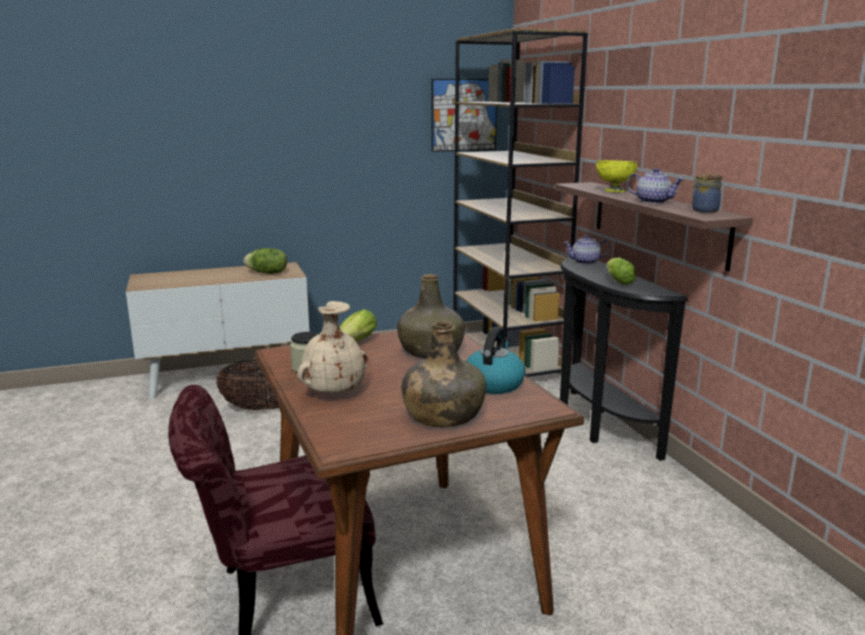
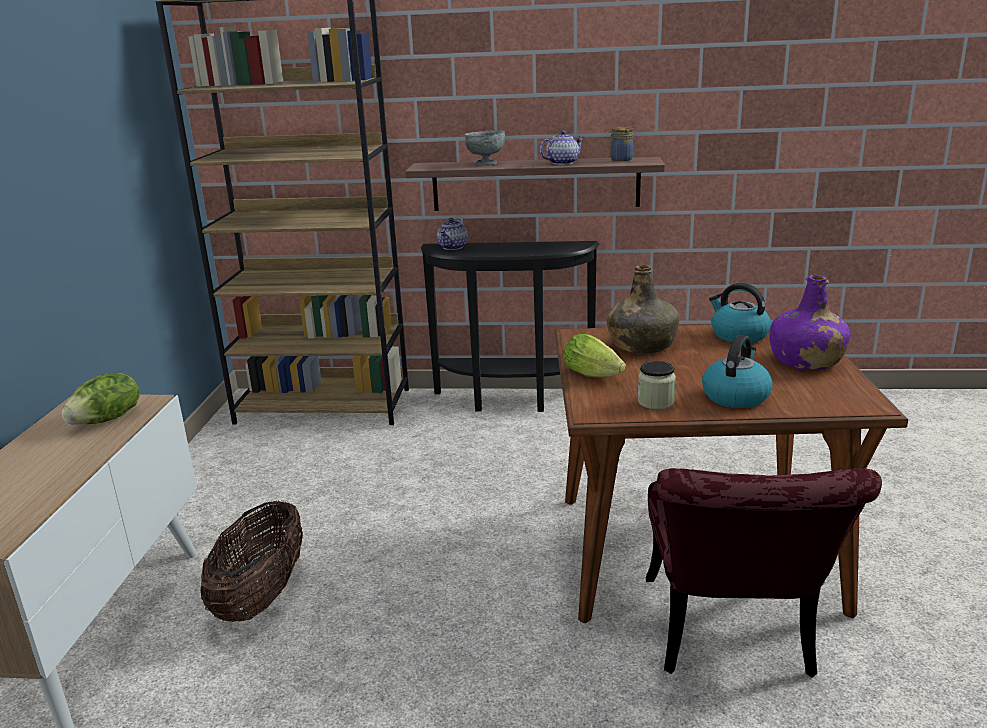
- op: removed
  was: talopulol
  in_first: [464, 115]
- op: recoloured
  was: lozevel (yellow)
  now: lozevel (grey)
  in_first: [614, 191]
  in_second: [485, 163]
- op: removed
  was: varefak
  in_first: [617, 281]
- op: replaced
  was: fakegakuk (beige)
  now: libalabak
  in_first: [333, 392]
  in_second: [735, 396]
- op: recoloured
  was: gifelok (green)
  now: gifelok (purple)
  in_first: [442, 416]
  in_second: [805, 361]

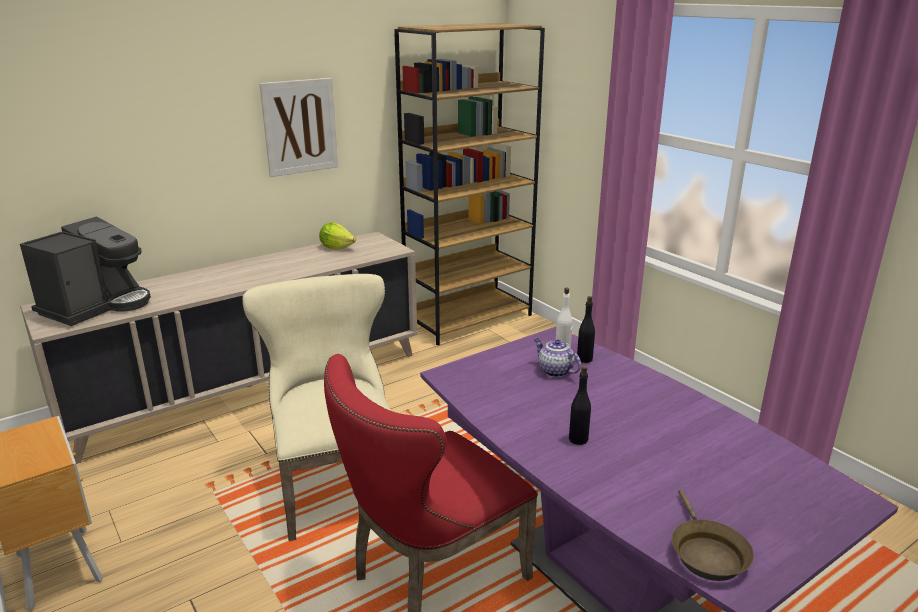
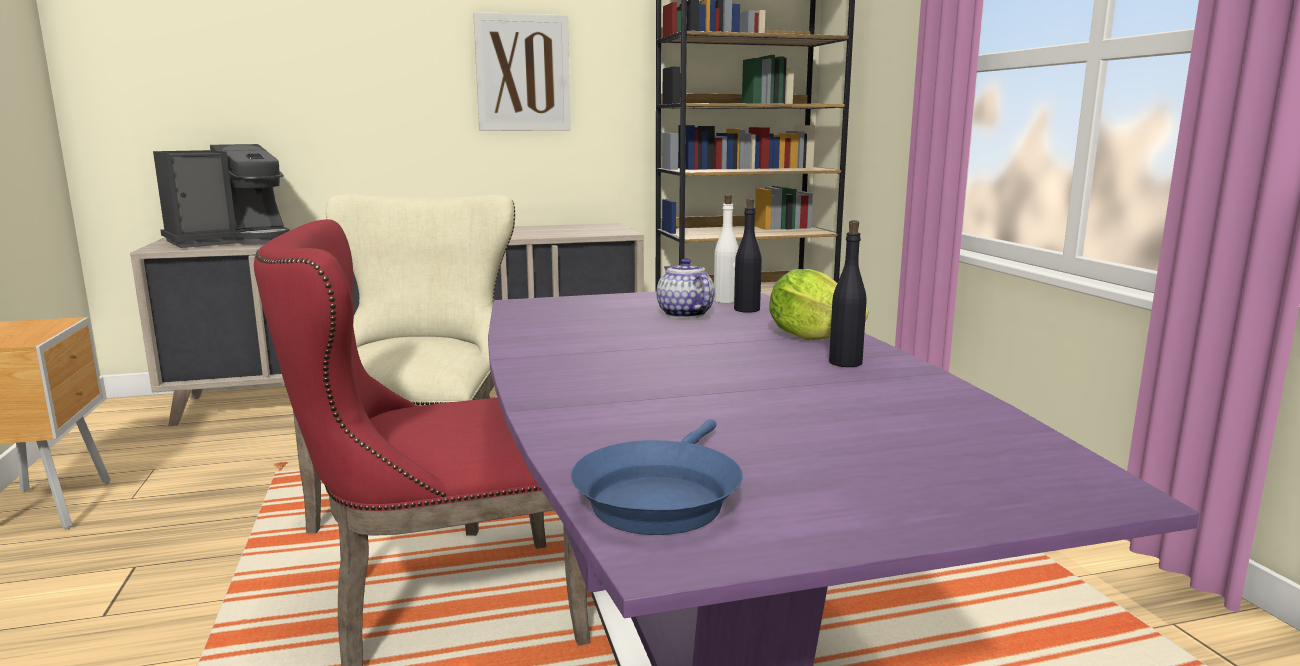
- op: moved
  was: varefak
  in_first: [337, 247]
  in_second: [811, 336]
- op: moved
  was: gifelok (black)
  in_first: [578, 439]
  in_second: [846, 362]
- op: recoloured
  was: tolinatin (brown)
  now: tolinatin (blue)
  in_first: [706, 553]
  in_second: [660, 498]

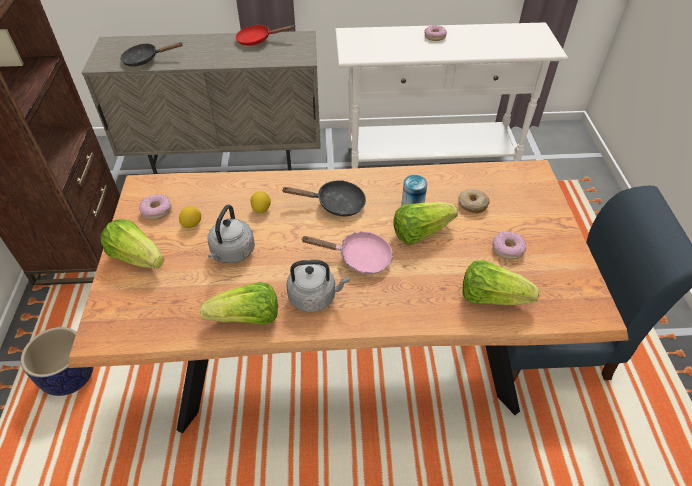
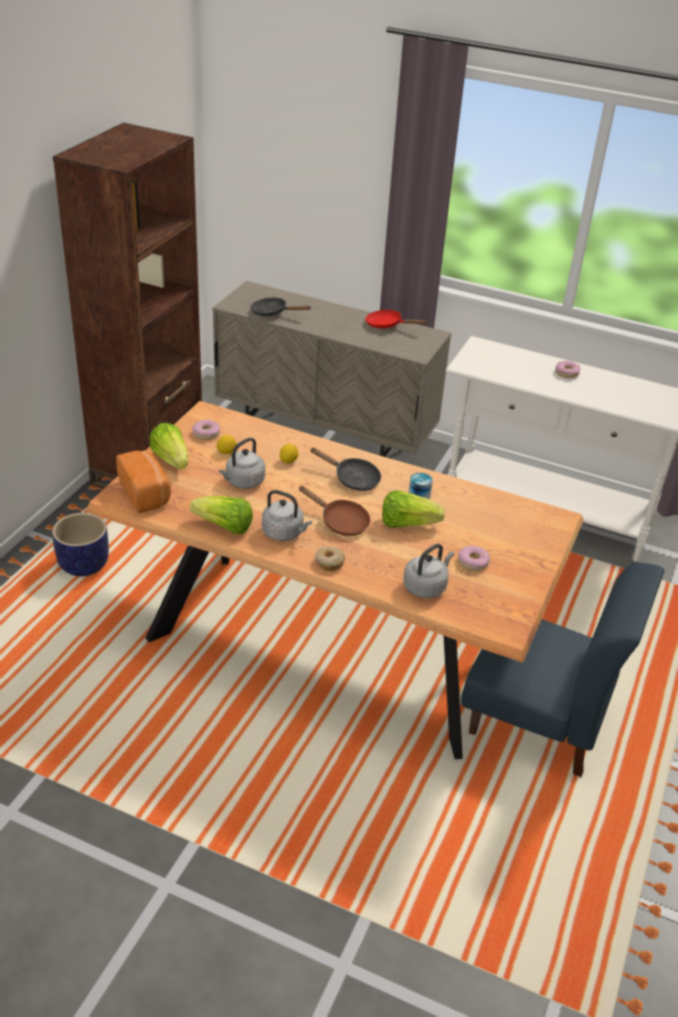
- op: moved
  was: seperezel
  in_first: [472, 205]
  in_second: [329, 562]
- op: recoloured
  was: tolinatin (pink)
  now: tolinatin (brown)
  in_first: [359, 258]
  in_second: [340, 522]
- op: replaced
  was: varefak
  now: libalabak (grey)
  in_first: [491, 297]
  in_second: [426, 586]
- op: added
  now: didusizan
  in_second: [146, 493]

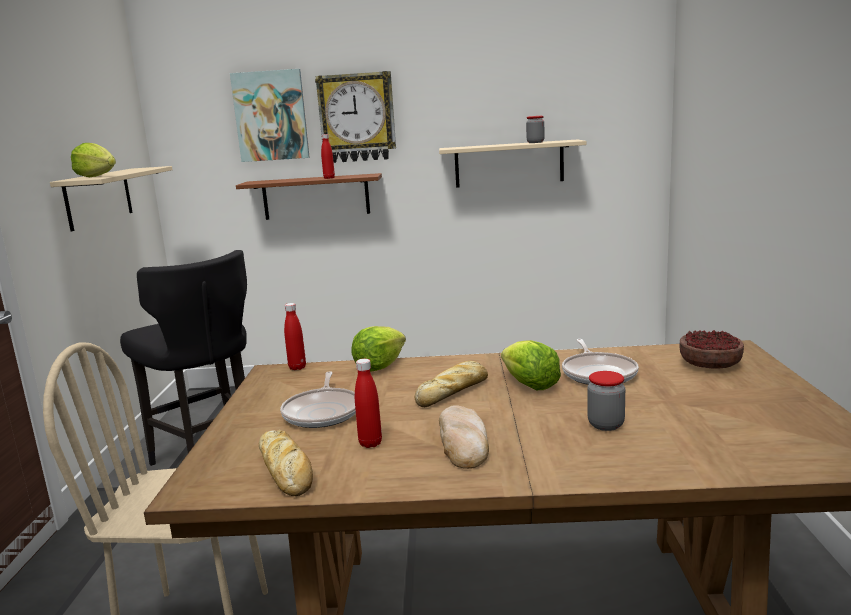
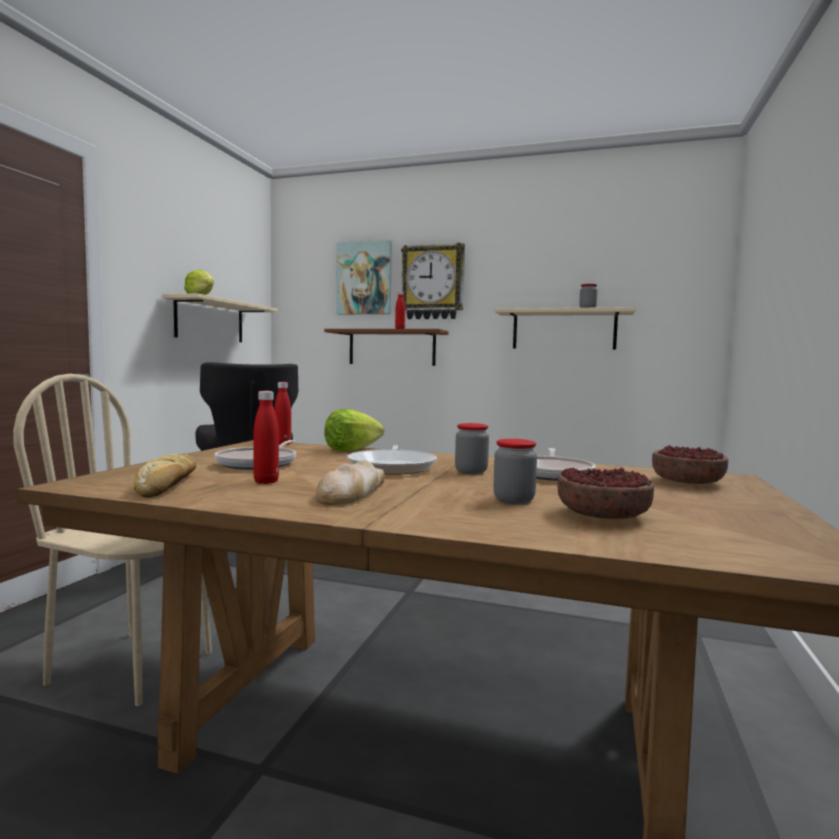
- op: replaced
  was: varefak
  now: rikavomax
  in_first: [529, 384]
  in_second: [471, 472]
- op: replaced
  was: didusizan
  now: tolinatin
  in_first: [453, 391]
  in_second: [392, 467]
- op: added
  now: lozevel
  in_second: [603, 515]

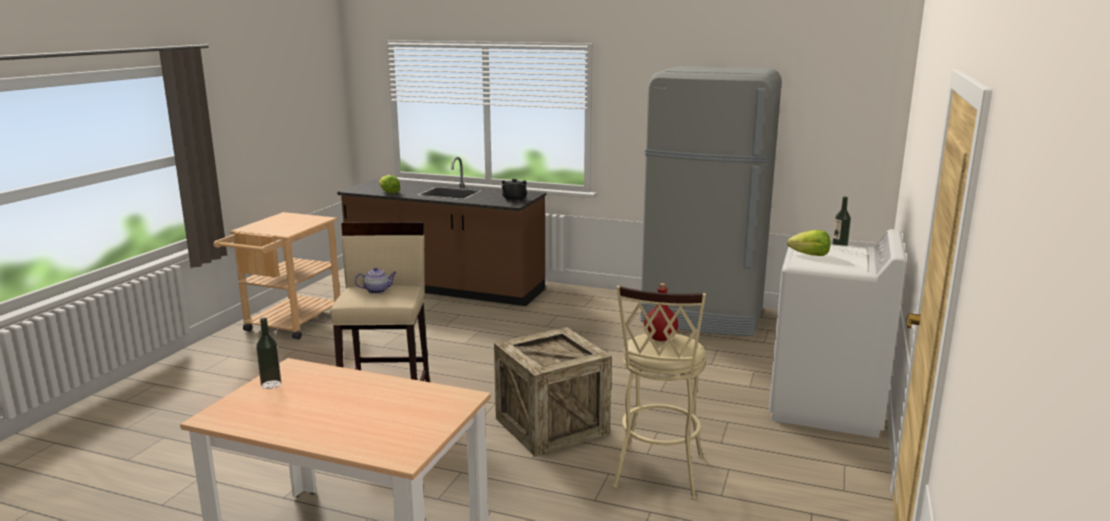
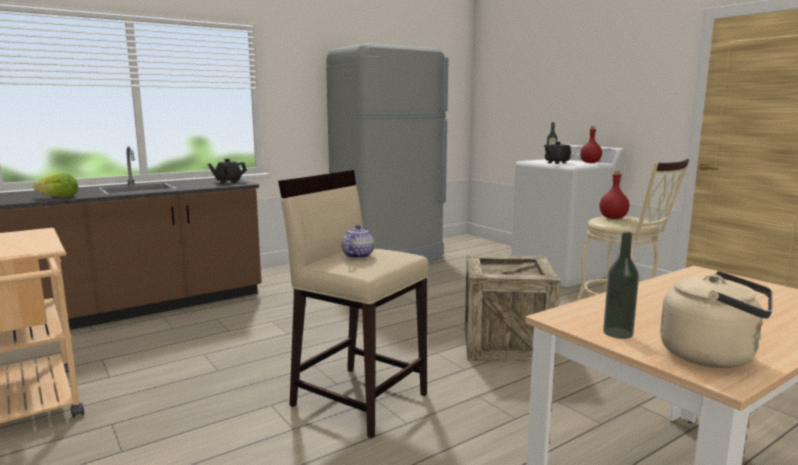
- op: replaced
  was: varefak
  now: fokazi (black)
  in_first: [810, 255]
  in_second: [556, 163]
- op: added
  now: gifelok (red)
  in_second: [590, 162]
- op: added
  now: libalabak (beige)
  in_second: [712, 356]

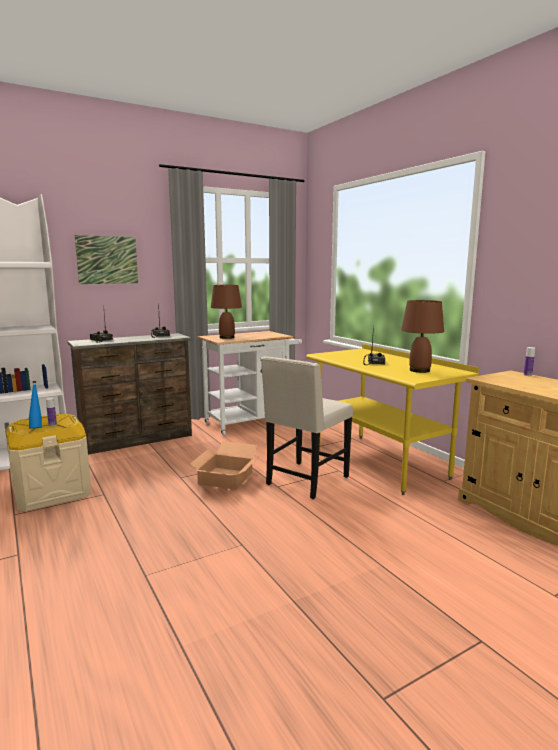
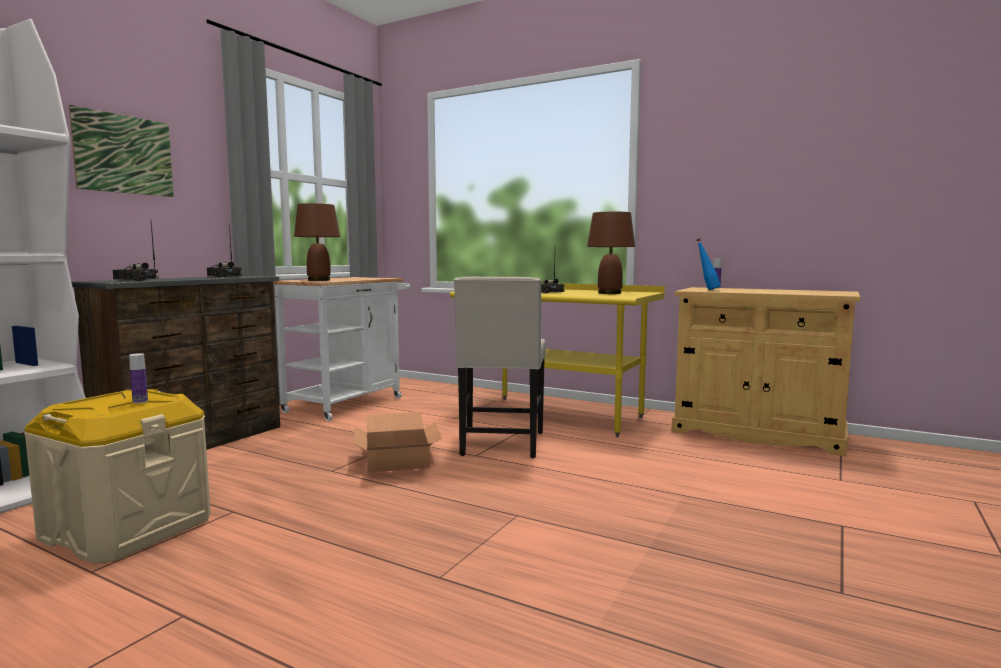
- op: moved
  was: gifelok (blue)
  in_first: [37, 427]
  in_second: [707, 290]

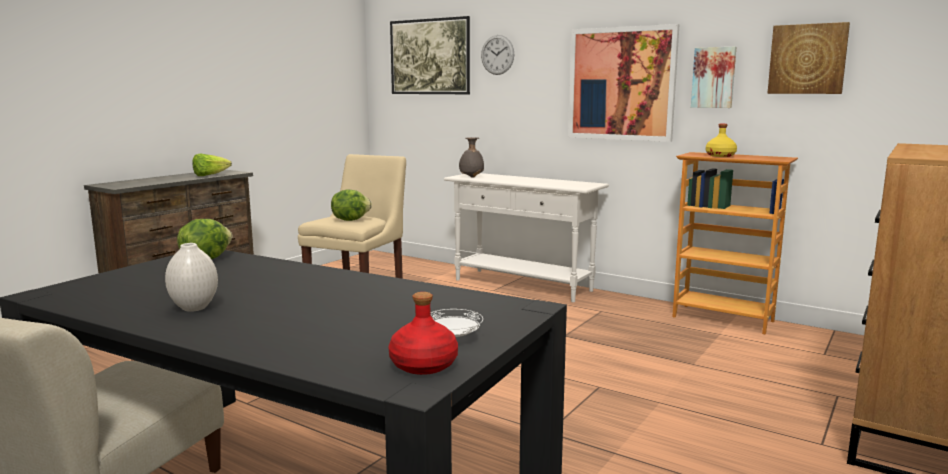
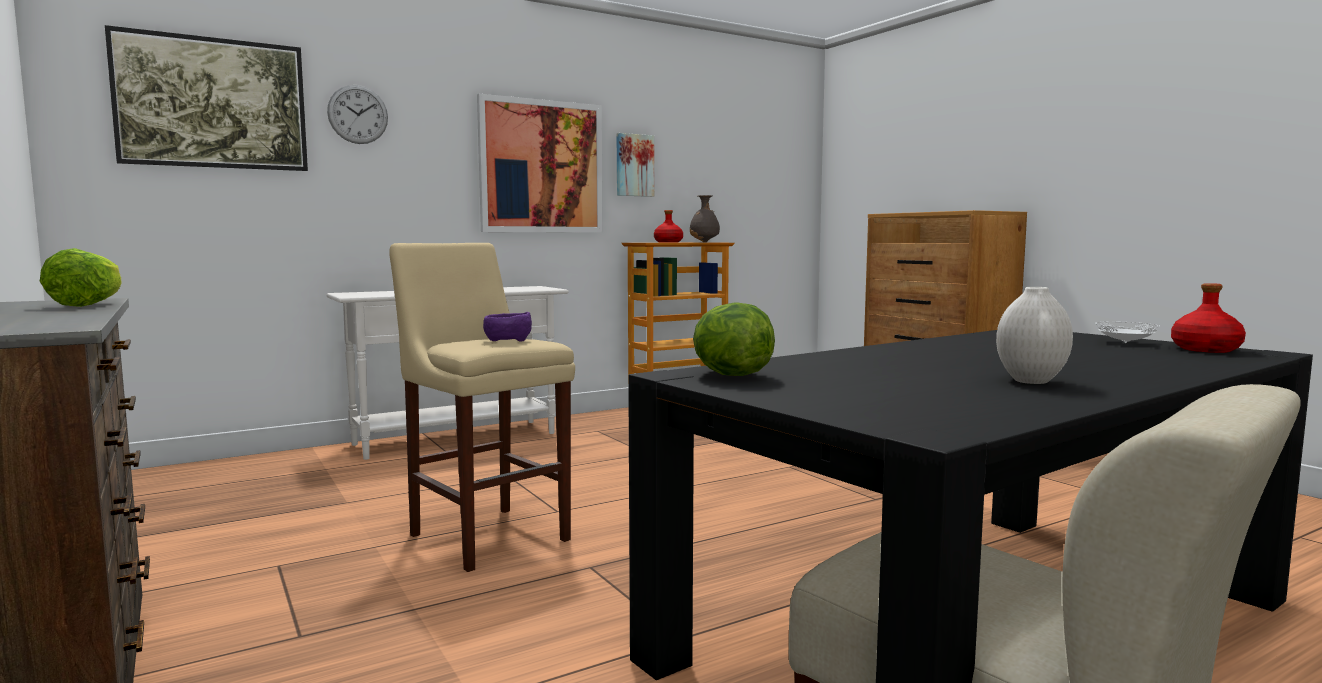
- op: removed
  was: talopulol
  in_first: [807, 59]
- op: recoloured
  was: gifelok (yellow)
  now: gifelok (red)
  in_first: [720, 156]
  in_second: [668, 242]
- op: moved
  was: fakegakuk (grey)
  in_first: [471, 177]
  in_second: [704, 242]
- op: replaced
  was: varefak
  now: lozevel (purple)
  in_first: [350, 220]
  in_second: [507, 340]

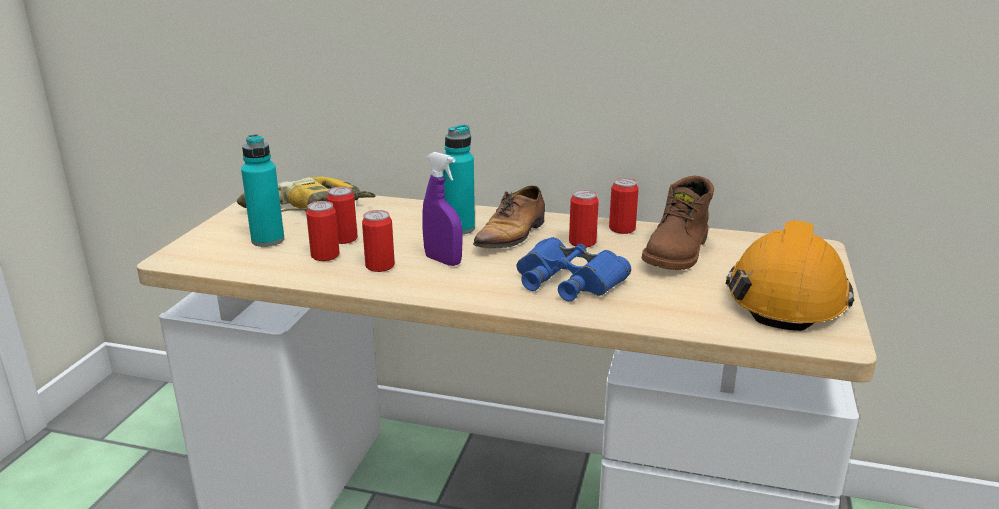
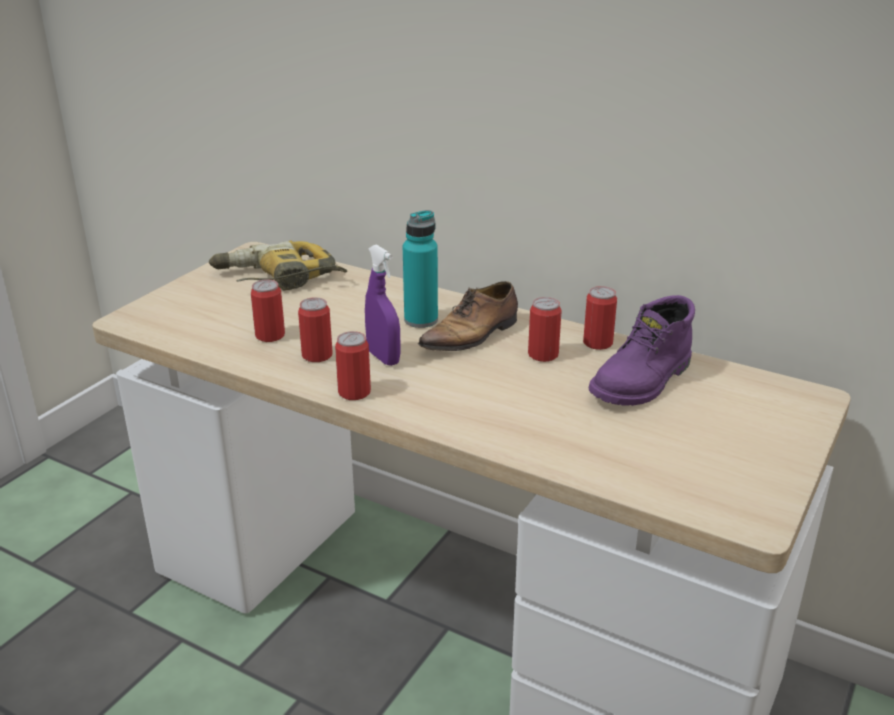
- op: removed
  was: gifelok (turquoise)
  in_first: [268, 240]
- op: recoloured
  was: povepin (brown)
  now: povepin (purple)
  in_first: [678, 253]
  in_second: [643, 382]
- op: moved
  was: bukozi
  in_first: [344, 239]
  in_second: [354, 392]
- op: removed
  was: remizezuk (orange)
  in_first: [786, 296]
- op: removed
  was: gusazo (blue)
  in_first: [568, 280]

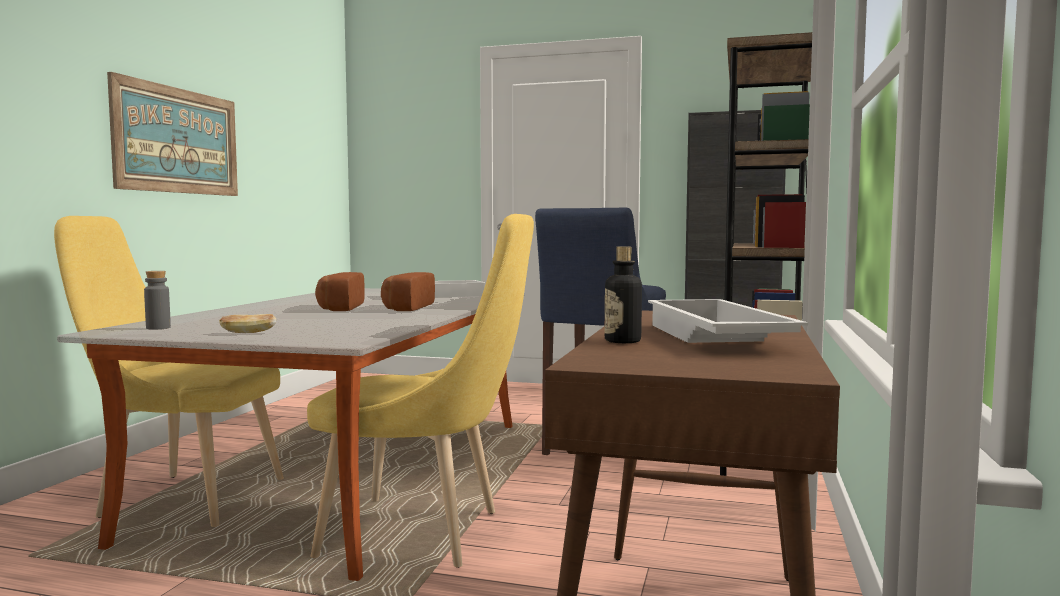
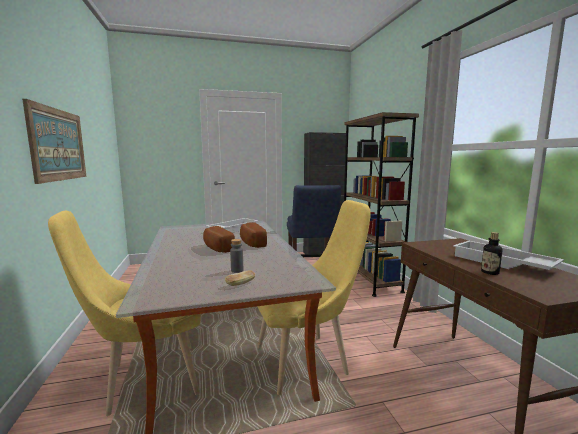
- op: moved
  was: gifelok (grey)
  in_first: [158, 328]
  in_second: [237, 270]

